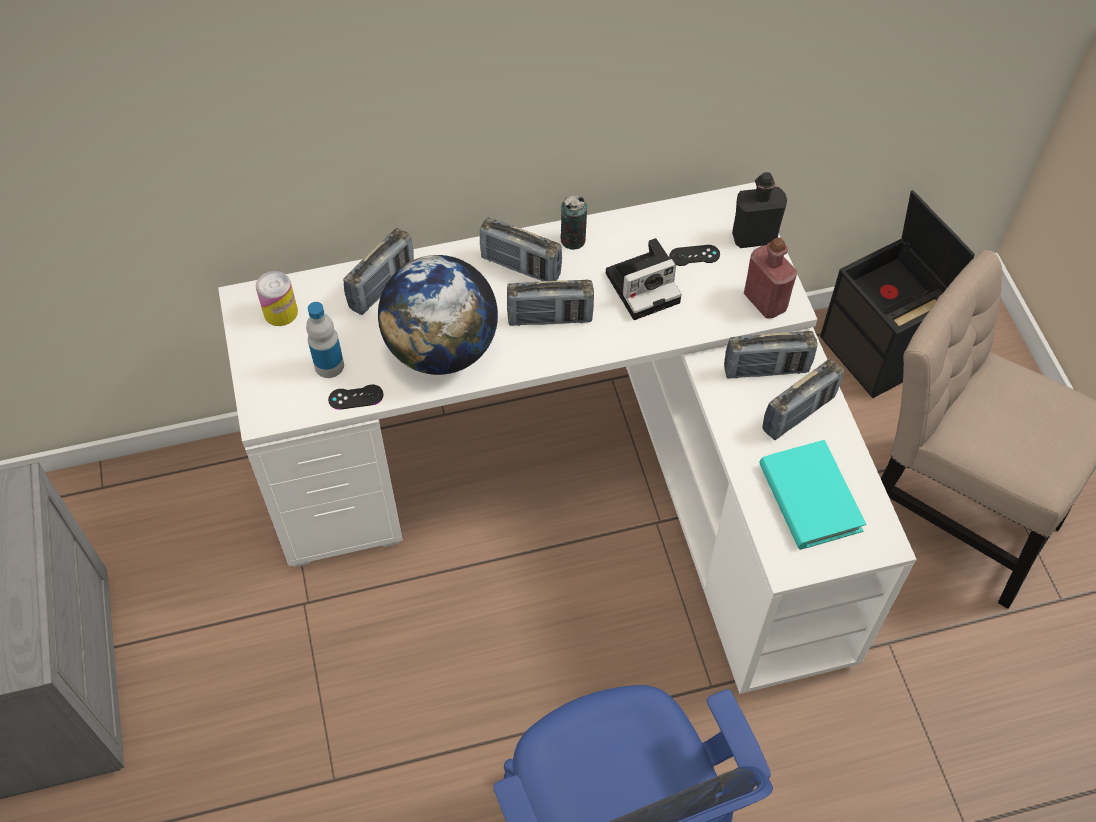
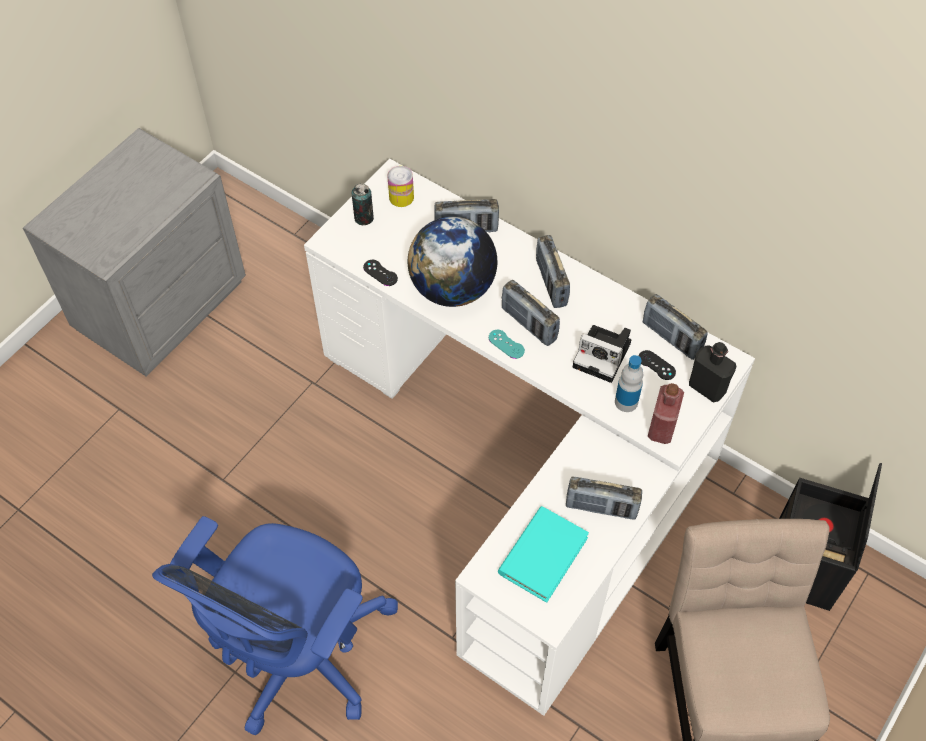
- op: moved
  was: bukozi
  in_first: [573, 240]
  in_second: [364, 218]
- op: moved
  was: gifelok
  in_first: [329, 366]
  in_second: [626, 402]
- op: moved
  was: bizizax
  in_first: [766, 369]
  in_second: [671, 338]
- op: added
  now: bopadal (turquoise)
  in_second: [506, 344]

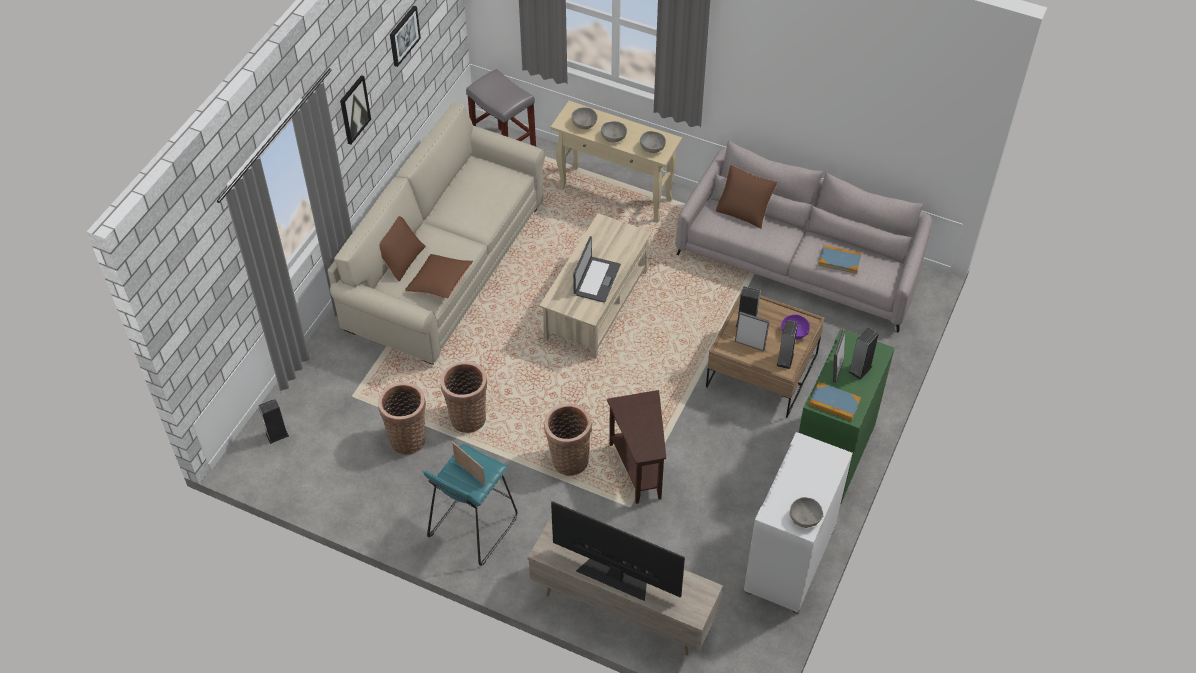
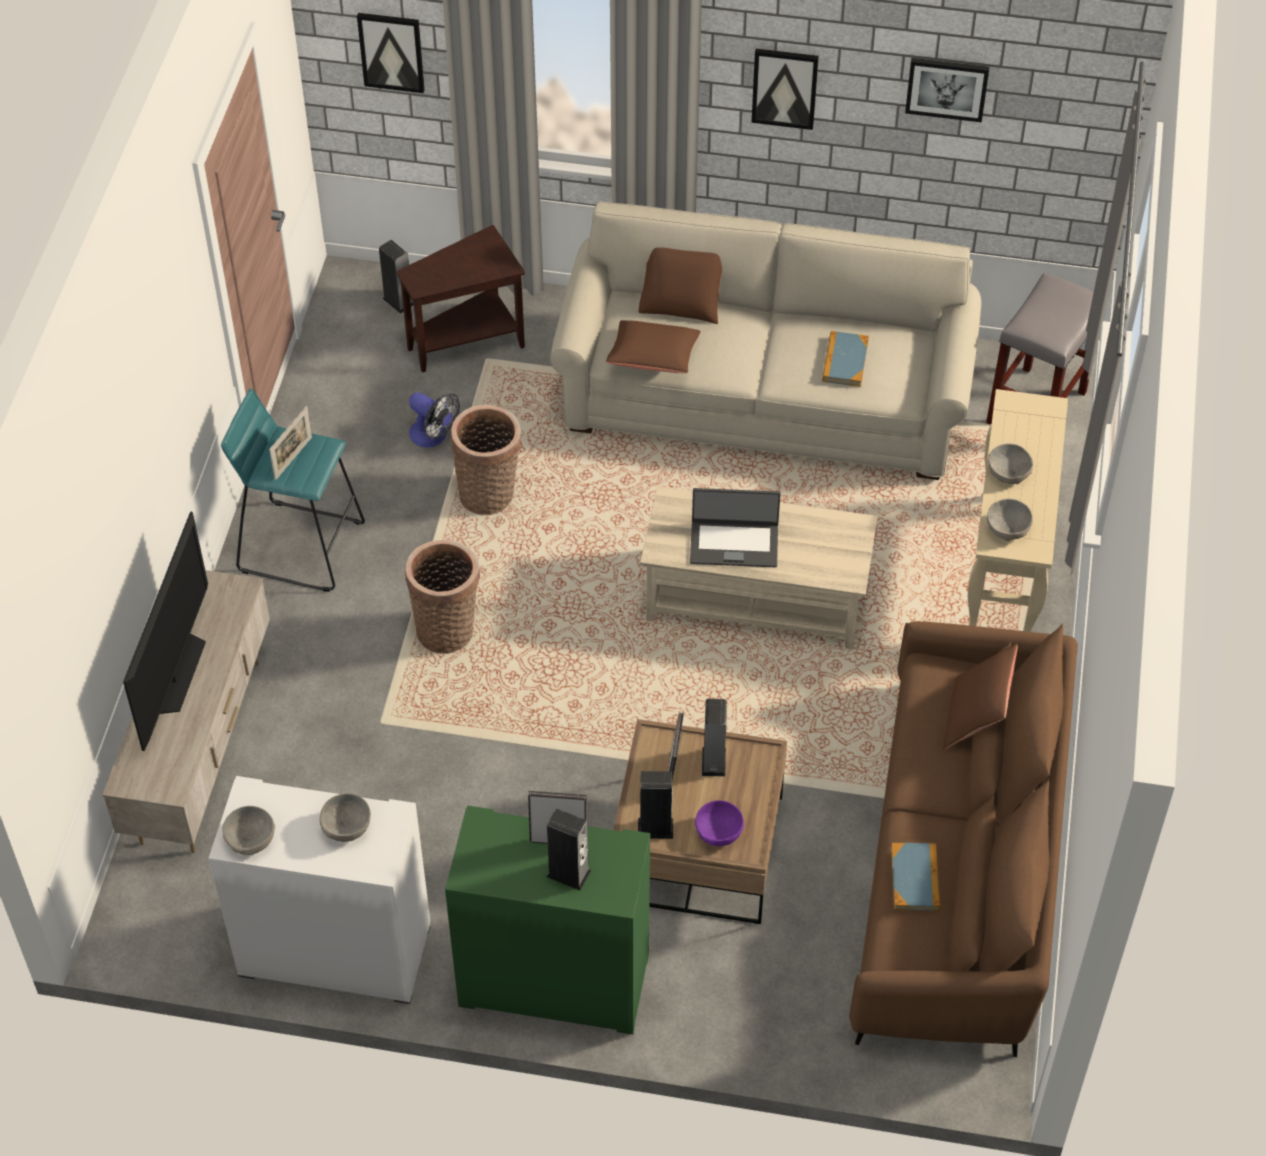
- op: moved
  was: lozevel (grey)
  in_first: [584, 124]
  in_second: [346, 827]
- op: recoloured
  was: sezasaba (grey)
  now: sezasaba (brown)
  in_first: [801, 262]
  in_second: [960, 866]
- op: replaced
  was: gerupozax
  now: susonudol
  in_first: [407, 437]
  in_second: [433, 437]
- op: moved
  was: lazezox
  in_first: [834, 403]
  in_second: [845, 361]
- op: moved
  was: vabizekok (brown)
  in_first: [639, 466]
  in_second: [468, 341]
- op: added
  now: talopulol
  in_second: [391, 51]

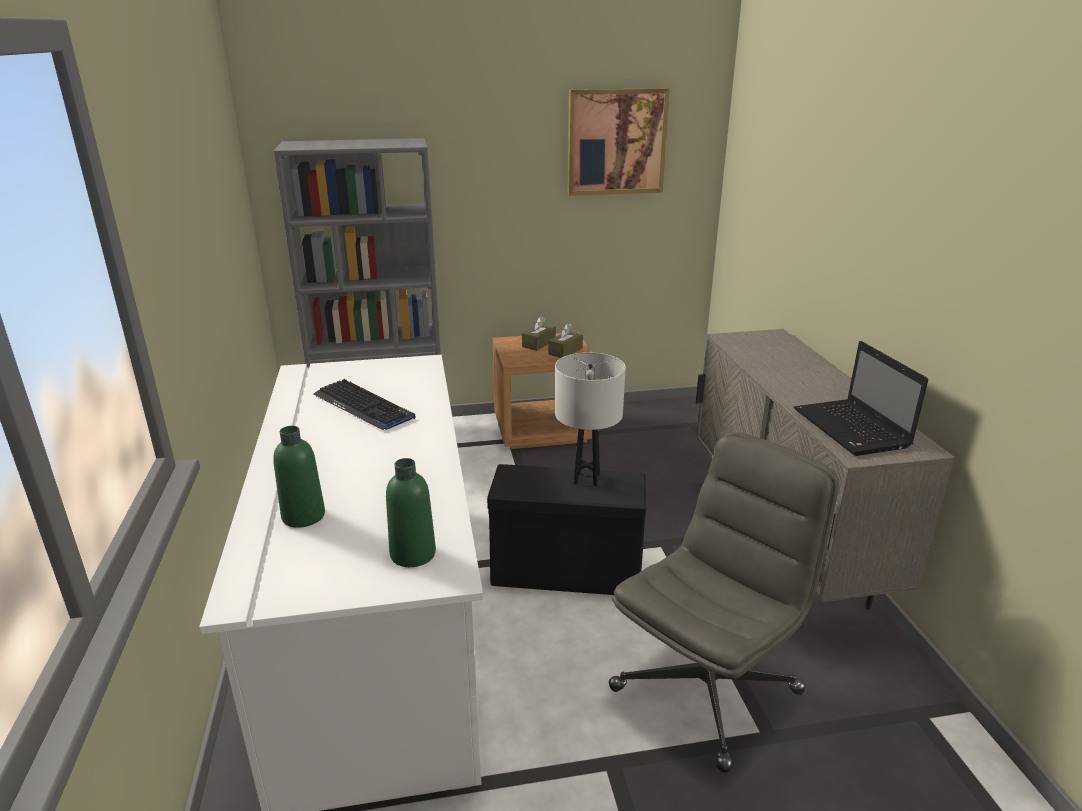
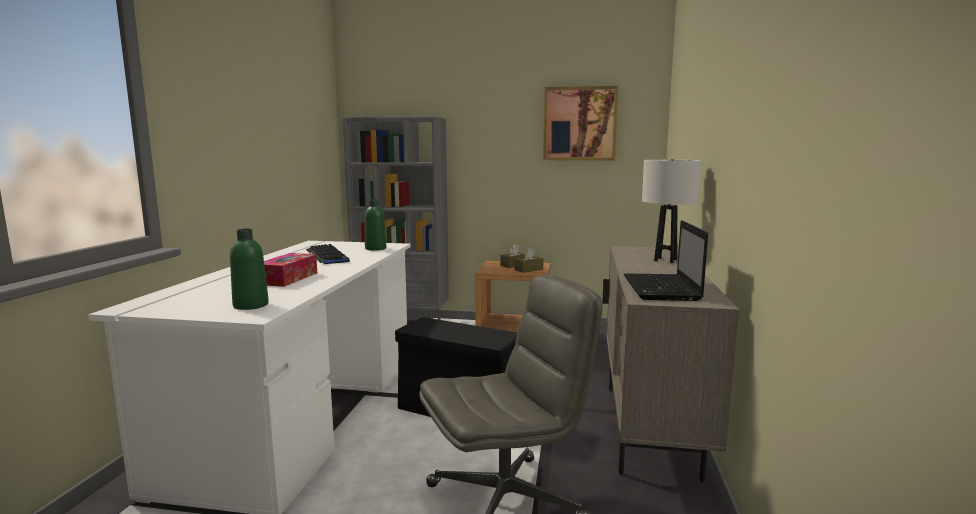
- op: moved
  was: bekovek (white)
  in_first: [586, 479]
  in_second: [665, 260]
- op: moved
  was: gifelok (green)
  in_first: [303, 516]
  in_second: [375, 248]
- op: added
  now: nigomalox
  in_second: [287, 278]

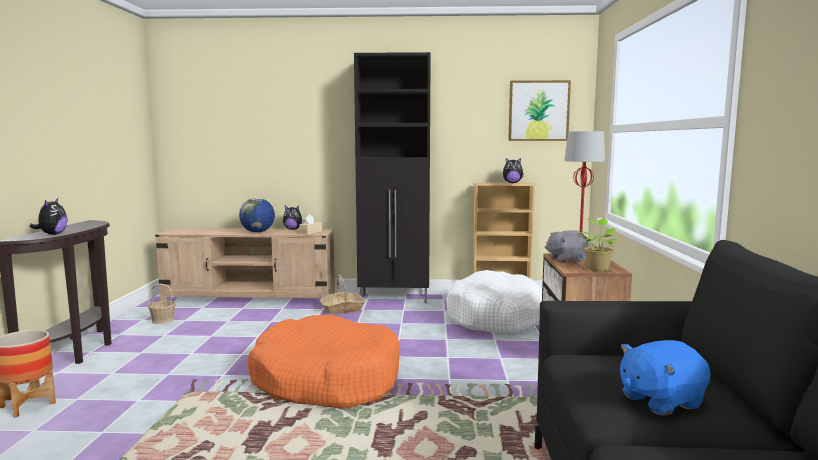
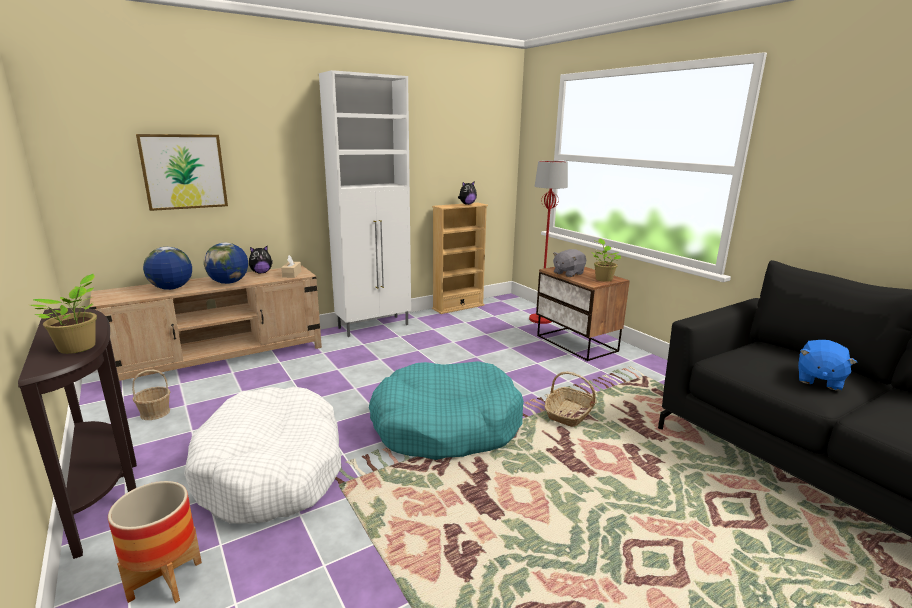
- op: recoloured
  was: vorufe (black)
  now: vorufe (white)
  in_first: [395, 299]
  in_second: [374, 326]
- op: moved
  was: talopulol
  in_first: [538, 111]
  in_second: [184, 171]
- op: replaced
  was: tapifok
  now: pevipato
  in_first: [52, 234]
  in_second: [79, 348]
- op: moved
  was: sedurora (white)
  in_first: [495, 317]
  in_second: [272, 470]
- op: moved
  was: gerupozax
  in_first: [342, 309]
  in_second: [569, 414]
- op: recoloured
  was: sedurora (orange)
  now: sedurora (turquoise)
  in_first: [326, 380]
  in_second: [446, 425]
- op: added
  now: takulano
  in_second: [171, 288]

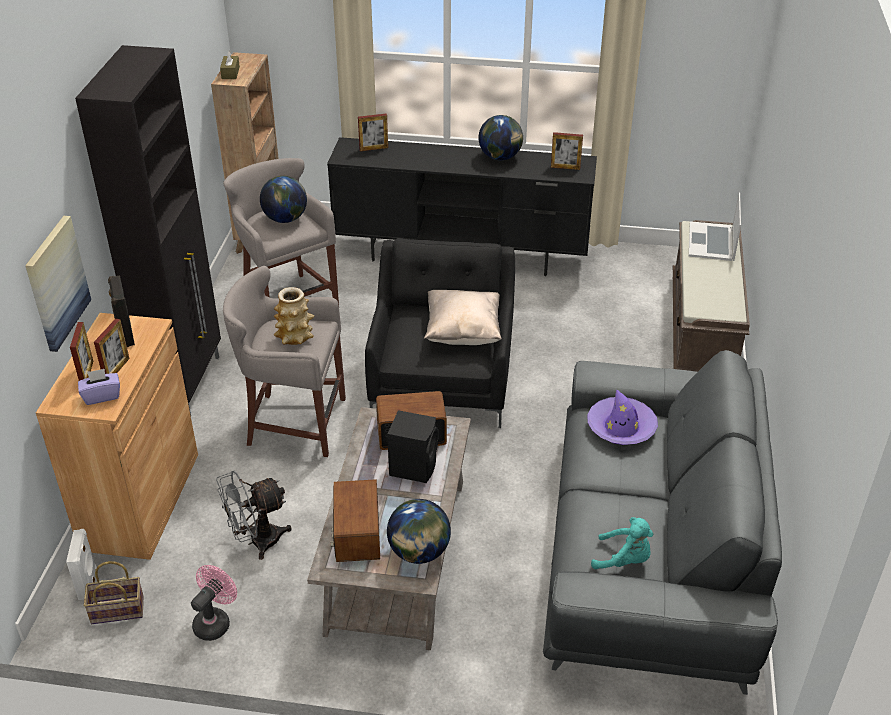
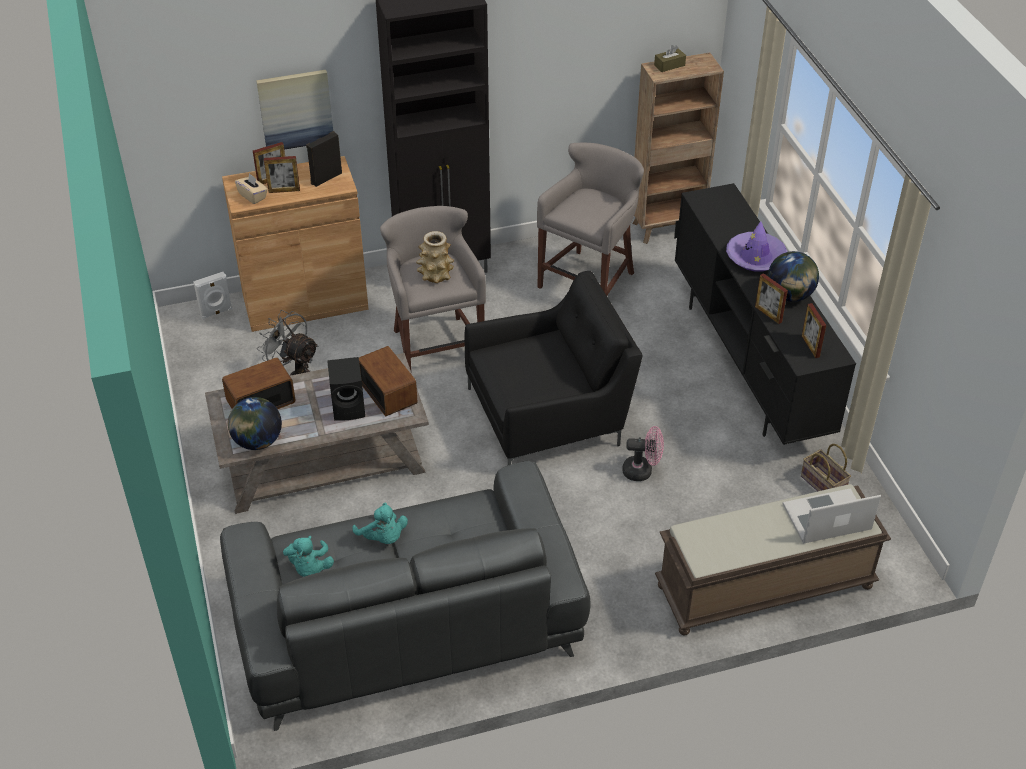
- op: moved
  was: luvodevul
  in_first: [373, 148]
  in_second: [768, 314]
- op: removed
  was: takulano
  in_first: [285, 219]
- op: removed
  was: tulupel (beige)
  in_first: [463, 333]
- op: recoloured
  was: nigomalox (purple)
  now: nigomalox (beige)
  in_first: [102, 396]
  in_second: [253, 196]
- op: moved
  was: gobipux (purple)
  in_first: [621, 427]
  in_second: [755, 257]
- op: moved
  was: gerupozax
  in_first: [116, 611]
  in_second: [821, 484]
- op: moved
  was: susonudol (pink)
  in_first: [215, 621]
  in_second: [642, 471]
- op: added
  now: tapifok (turquoise)
  in_second: [383, 537]

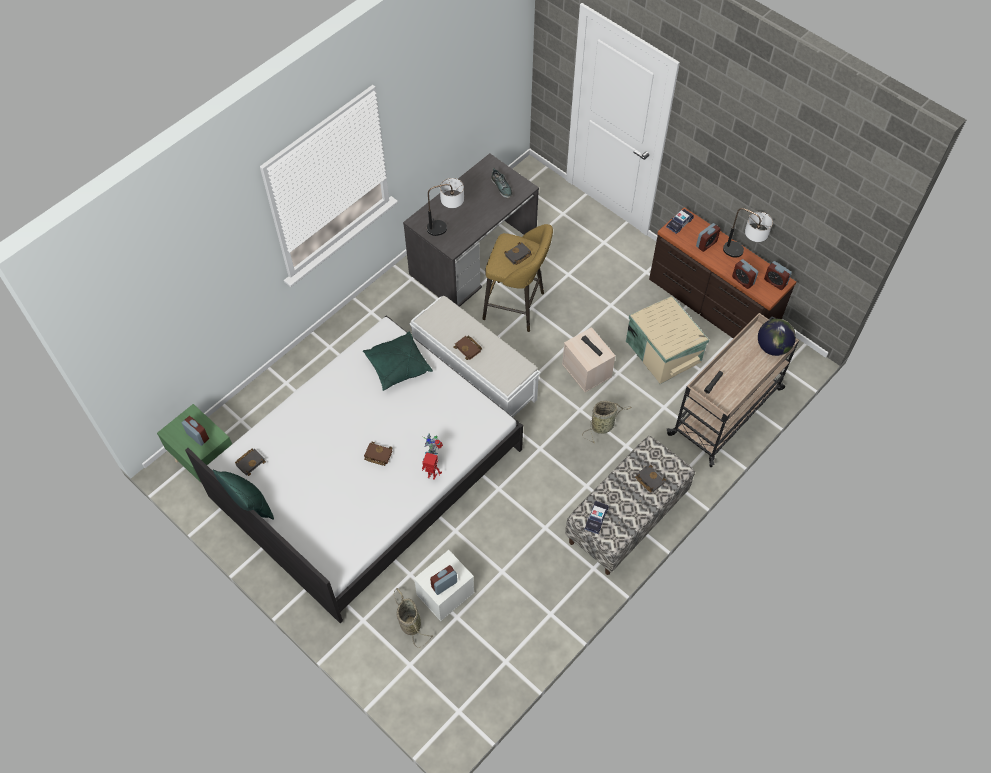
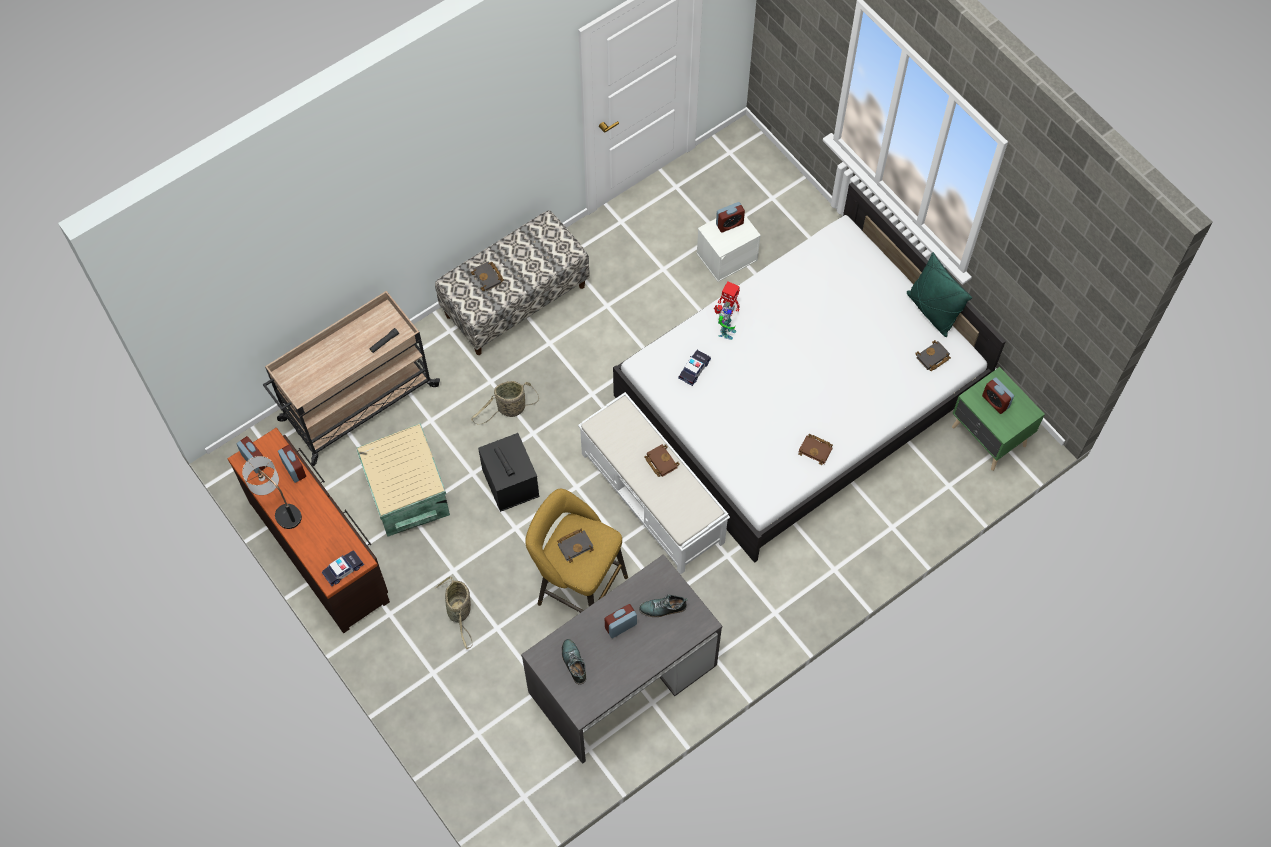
- op: replaced
  was: bekovek
  now: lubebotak
  in_first: [446, 226]
  in_second: [663, 608]
- op: moved
  was: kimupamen
  in_first: [706, 244]
  in_second: [620, 626]
- op: removed
  was: takulano
  in_first: [772, 347]
- op: recoloured
  was: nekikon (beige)
  now: nekikon (black)
  in_first: [587, 370]
  in_second: [509, 482]
- op: removed
  was: tulupel (green)
  in_first: [397, 366]
- op: moved
  was: lazezox (brown)
  in_first: [377, 455]
  in_second: [816, 450]
- op: moved
  was: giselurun
  in_first: [596, 519]
  in_second: [694, 369]
- op: moved
  was: gerupozax
  in_first: [410, 622]
  in_second: [459, 612]

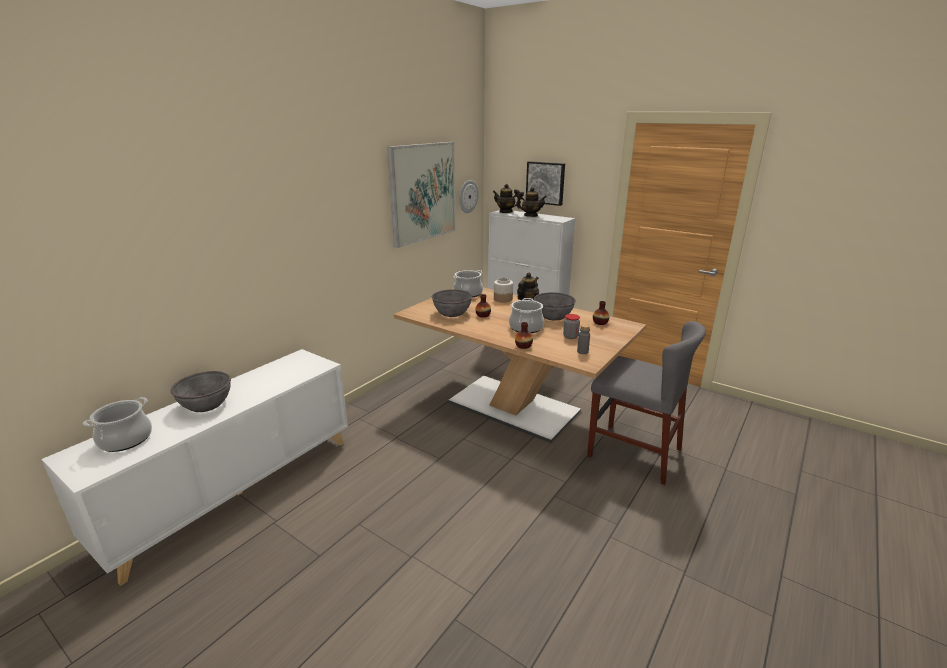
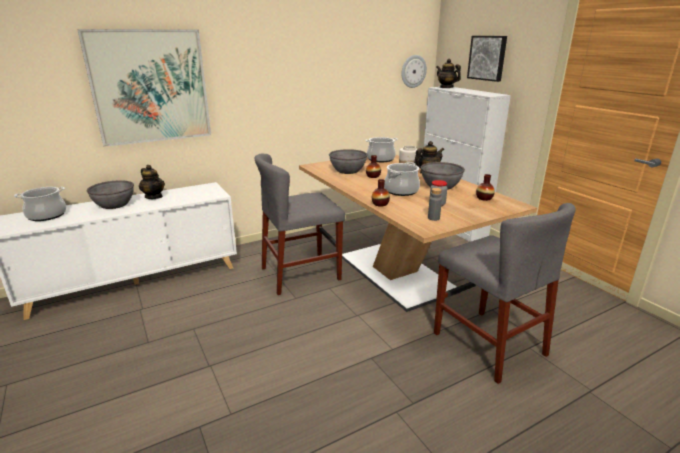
- op: moved
  was: talopulol
  in_first: [423, 192]
  in_second: [150, 87]
- op: moved
  was: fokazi
  in_first: [530, 216]
  in_second: [154, 197]
- op: added
  now: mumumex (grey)
  in_second: [301, 274]

